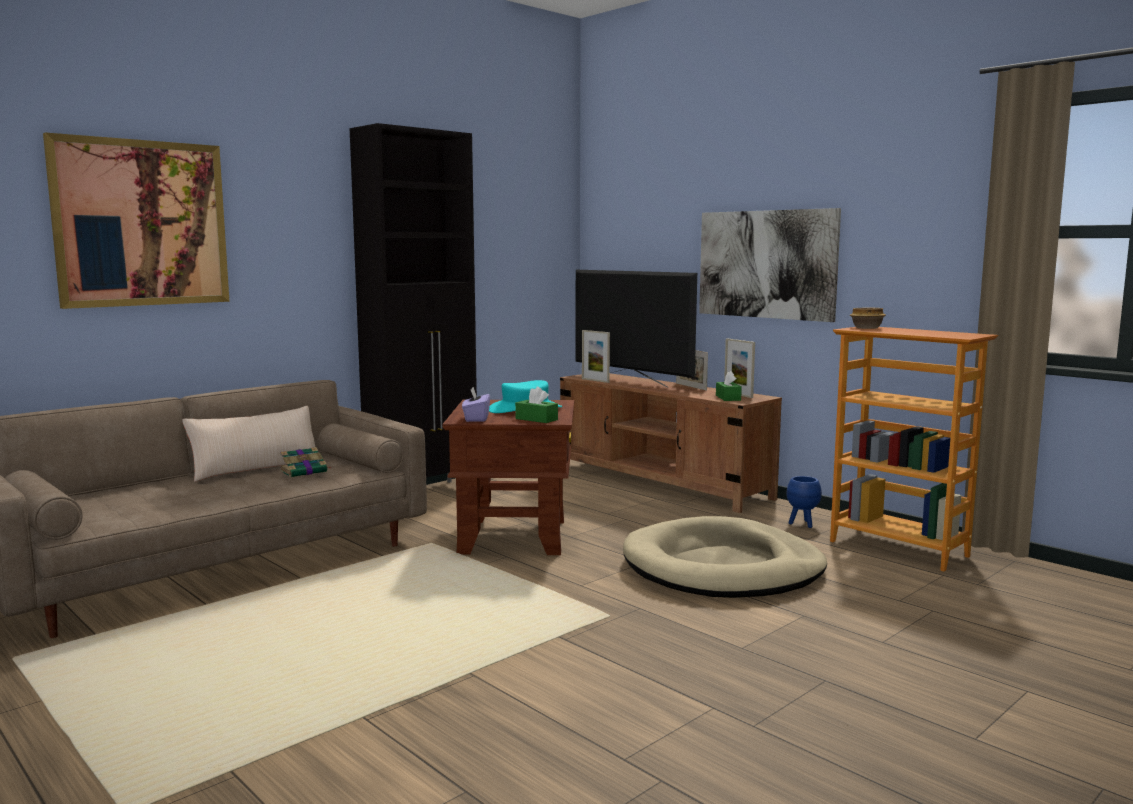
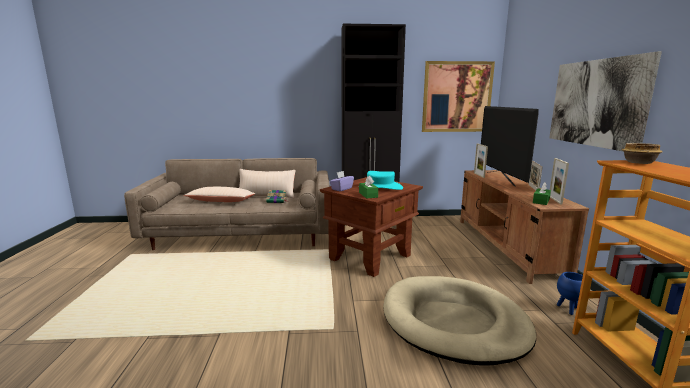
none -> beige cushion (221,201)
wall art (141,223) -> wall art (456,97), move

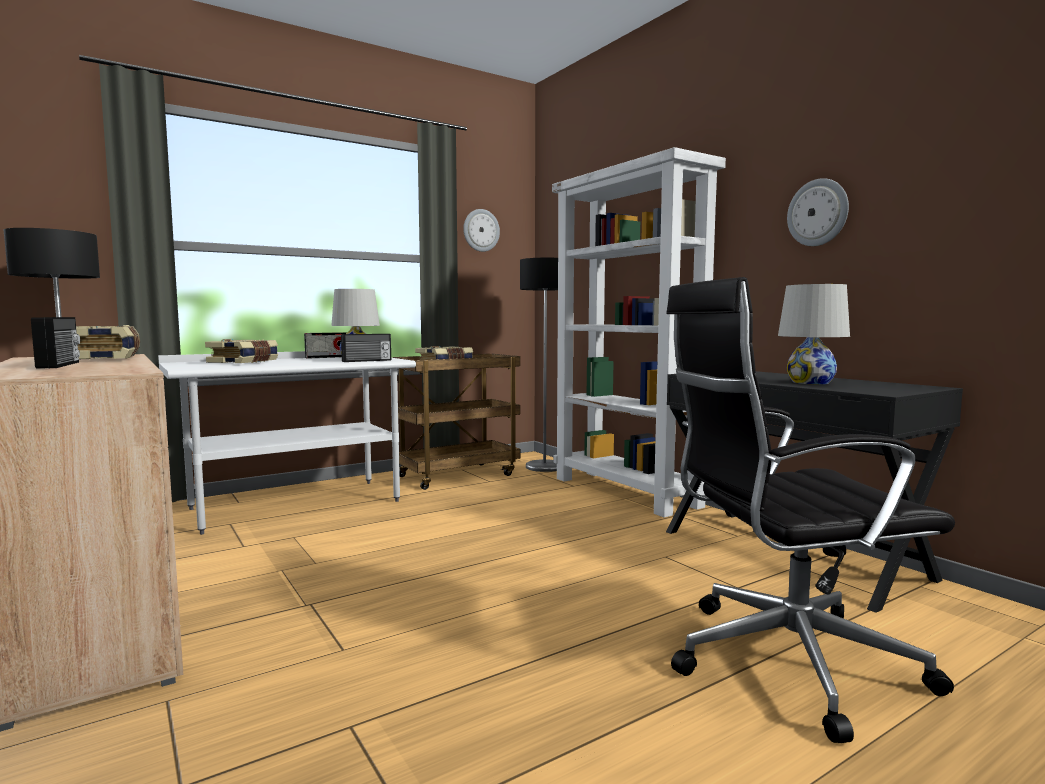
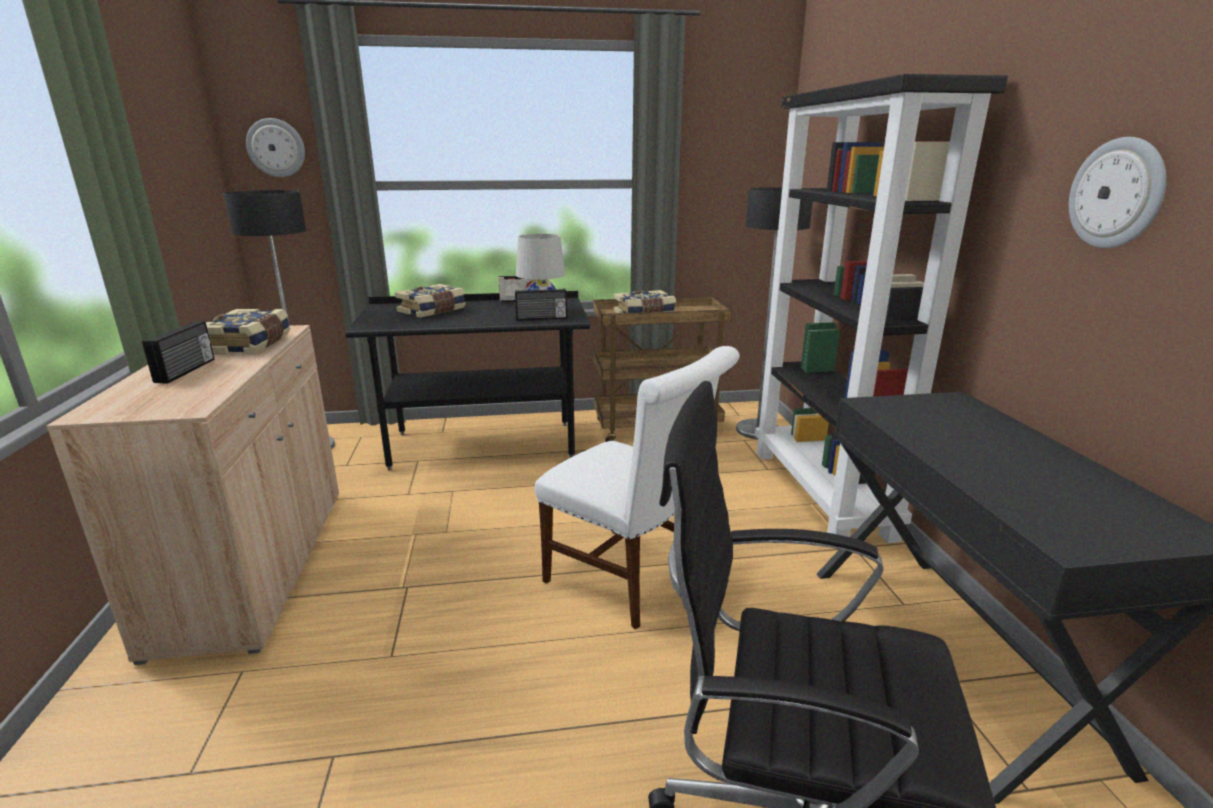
wall clock (481,230) -> wall clock (276,148), move
white-coloured desk (296,505) -> blackish desk (483,445)
none -> white-coloured upright chair (631,579)
white-coloured bookshelf (626,492) -> blackish bookshelf (822,493)
white-coloured tabletop lamp (810,382) -> none

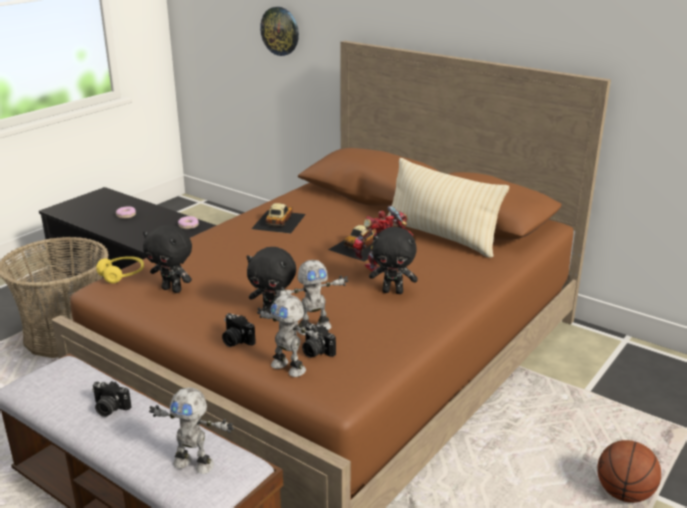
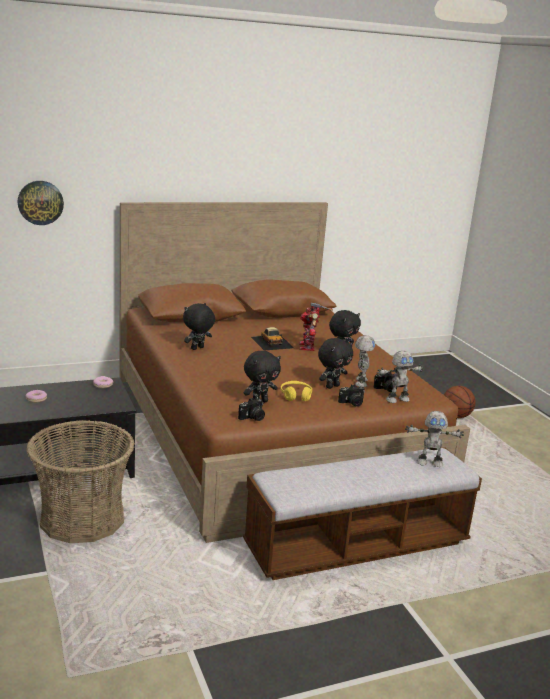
model car (278,221) -> blackish plush toy (197,348)
photo camera (109,408) -> photo camera (252,418), move
yellowish headset (122,275) -> yellowish headset (296,395), move
toy robot (194,463) -> toy robot (429,462), 45 degrees clockwise
beige cushion (441,237) -> none

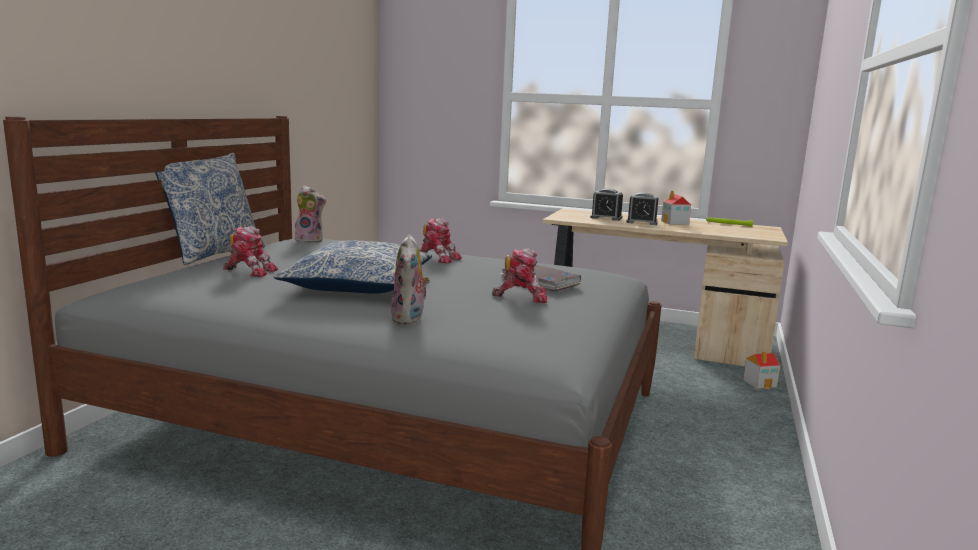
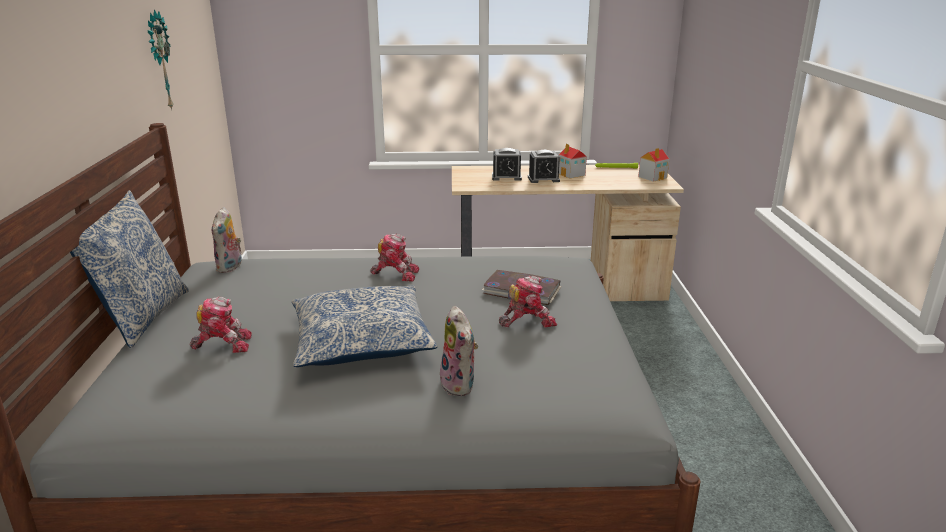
none -> wall clock (158,61)
plush toy (310,240) -> plush toy (230,267), 105 degrees clockwise
toy house (760,383) -> toy house (653,177), move

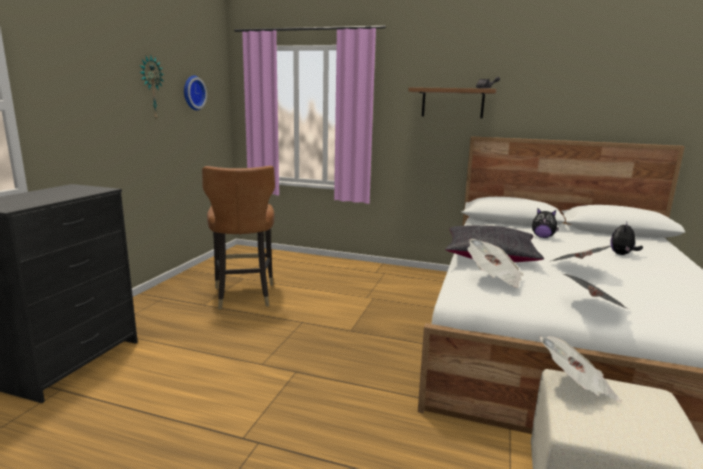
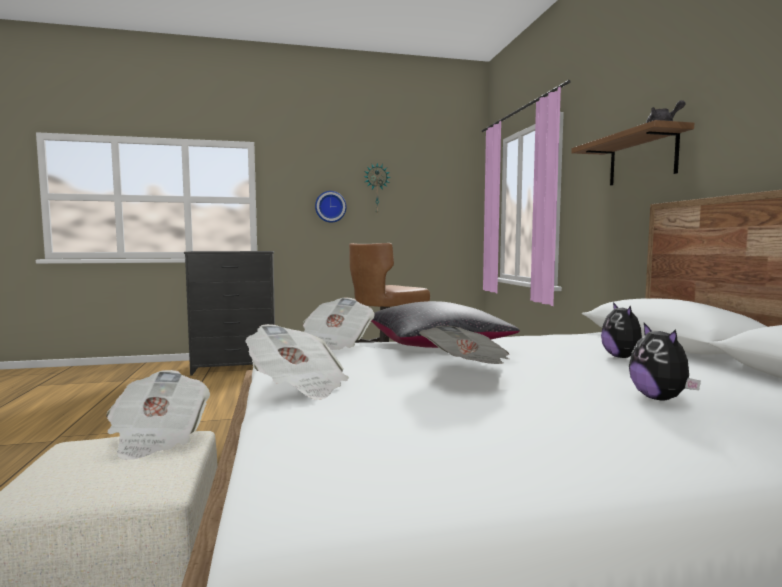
wall clock (192,93) -> wall clock (330,206), move
plush toy (622,254) -> plush toy (660,398), 105 degrees counterclockwise

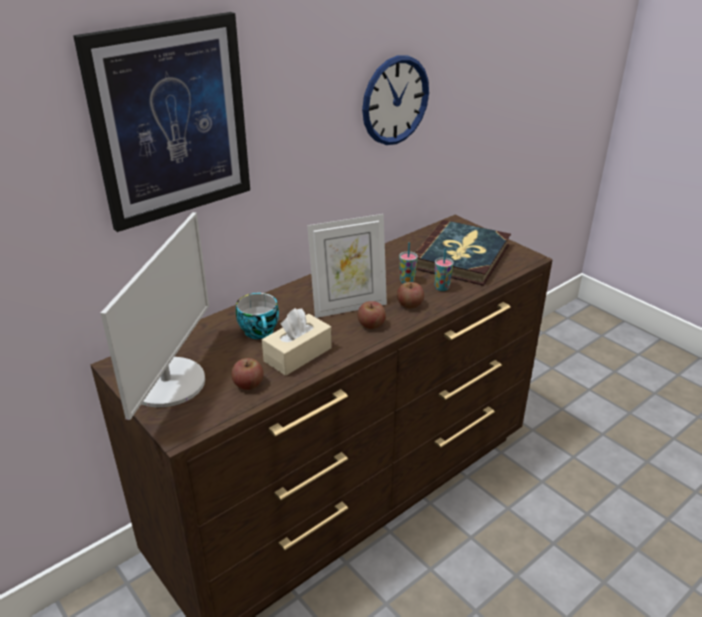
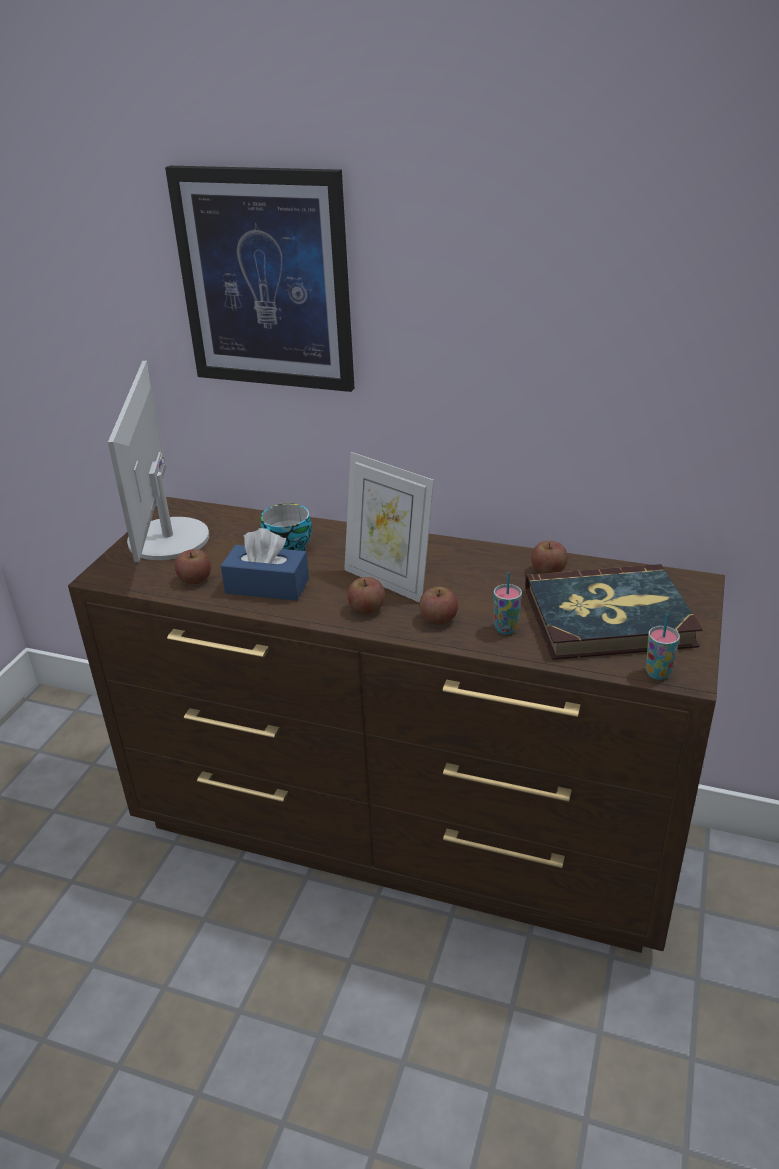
monitor (168,382) -> monitor (167,540), 105 degrees clockwise
beige tissue holder (298,354) -> bluish tissue holder (267,586)
none -> apple fruit (548,571)
small cup (407,281) -> small cup (657,673), move
wall clock (395,100) -> none

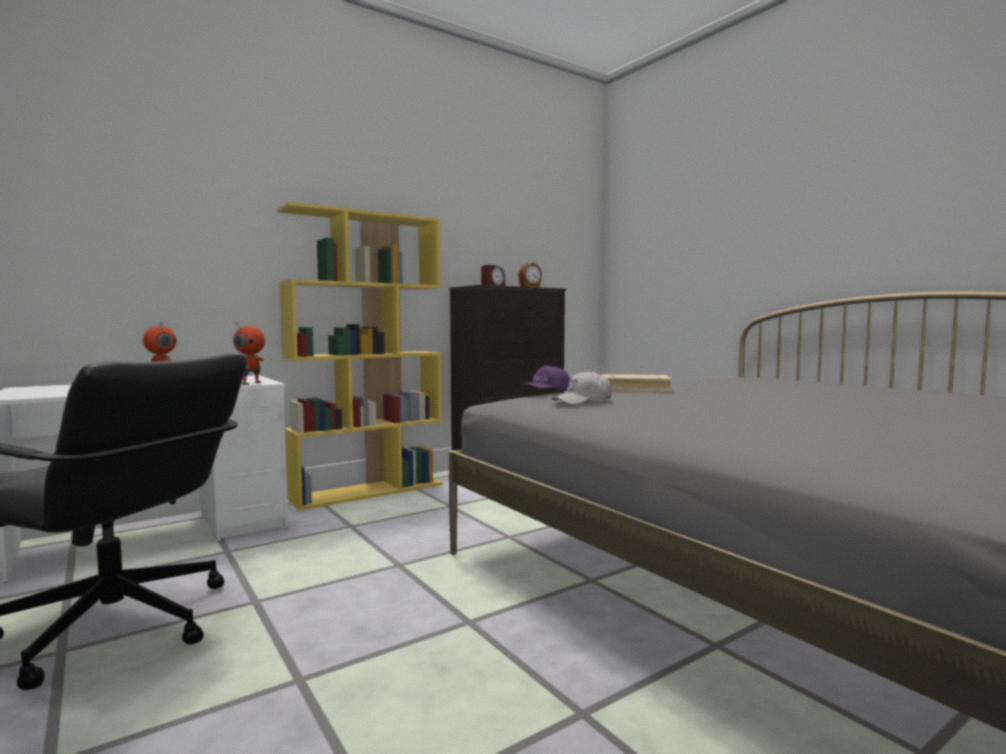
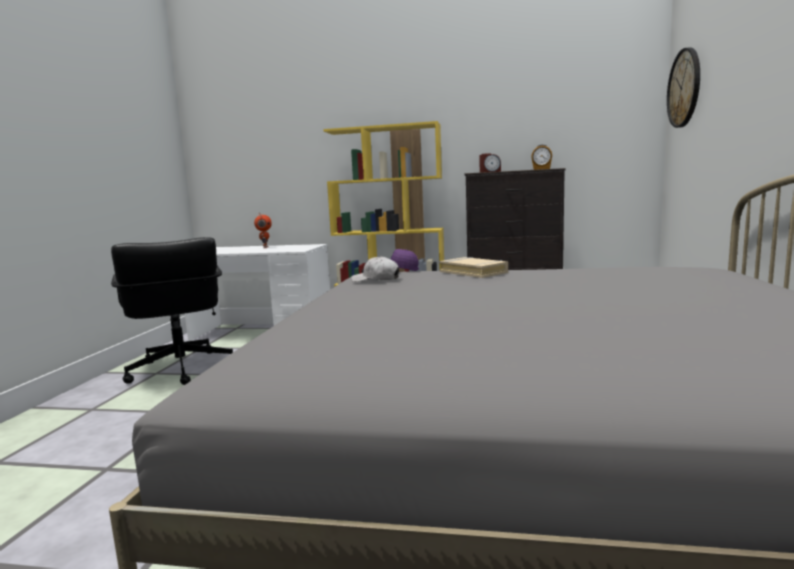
none -> wall clock (684,88)
toy robot (250,383) -> none

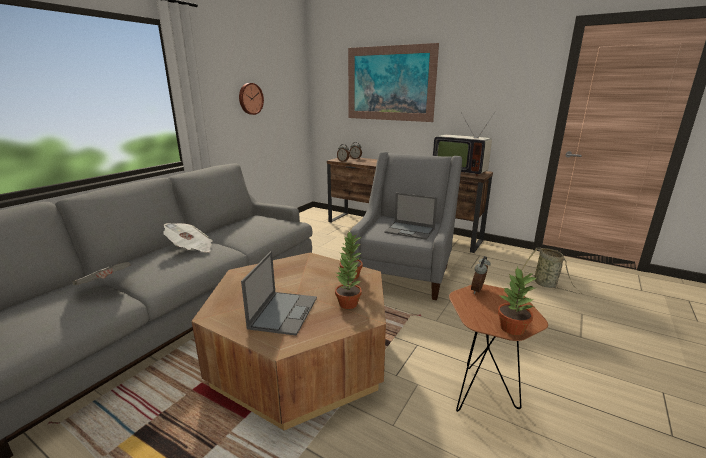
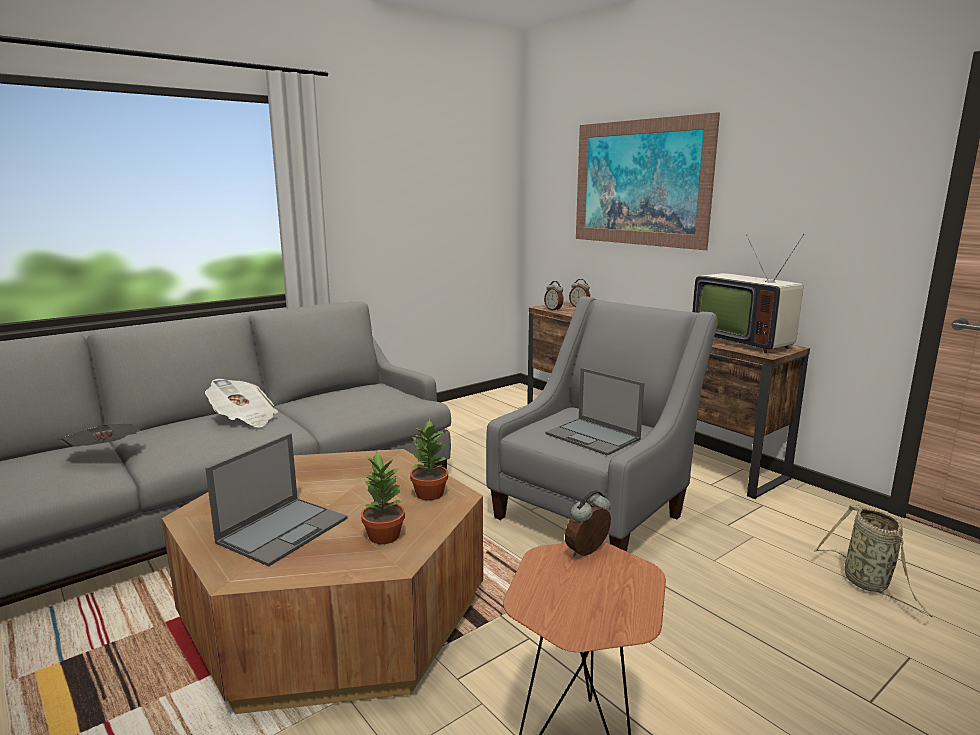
wall clock (250,98) -> none
plant in a pot (512,328) -> none

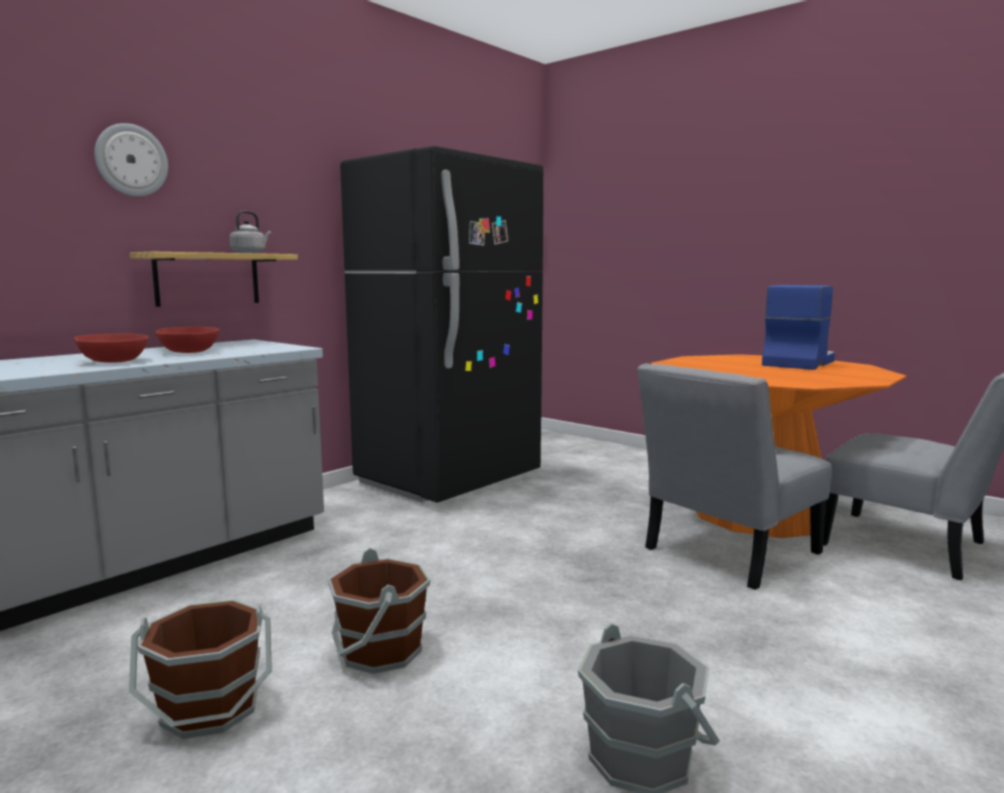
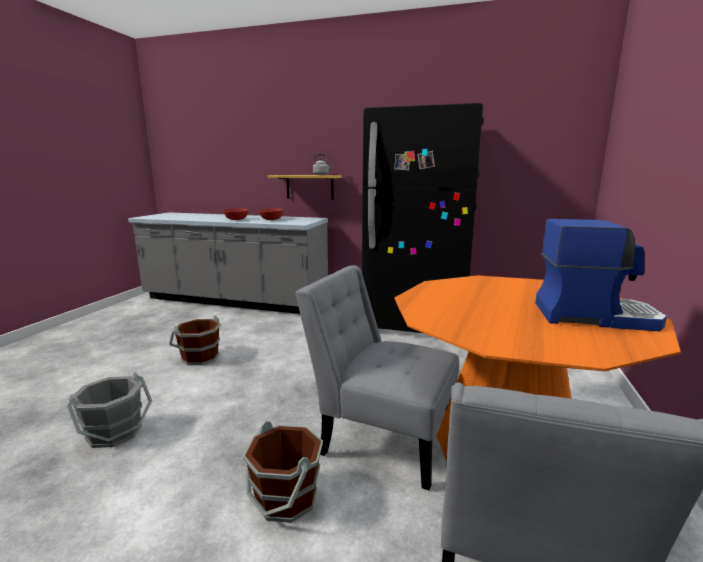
brown-coloured pail (210,709) -> brown-coloured pail (285,498), move
wall clock (131,160) -> none

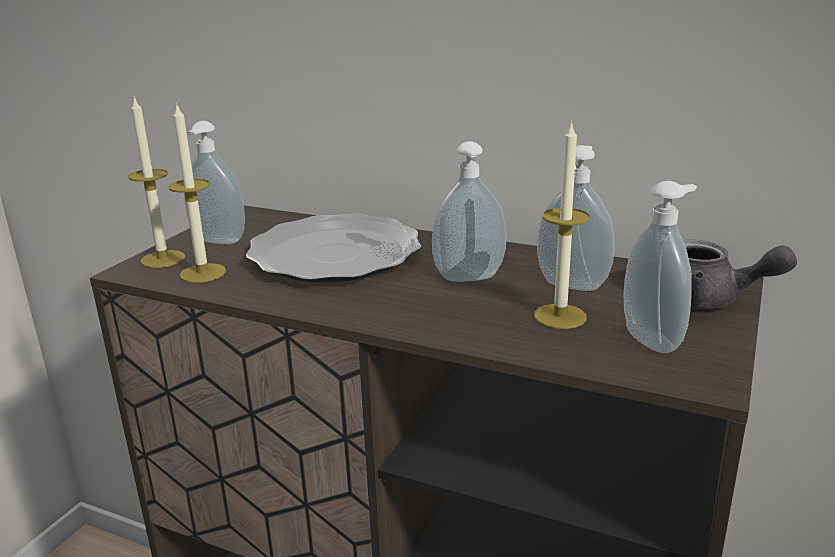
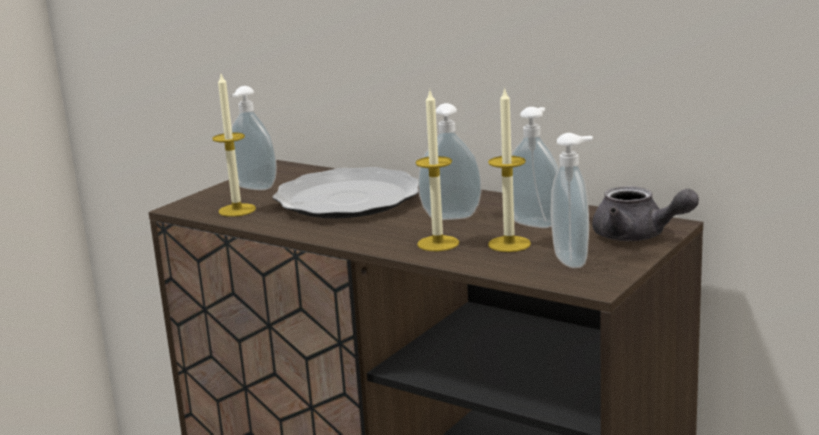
wax light (163,259) -> wax light (438,243), move

